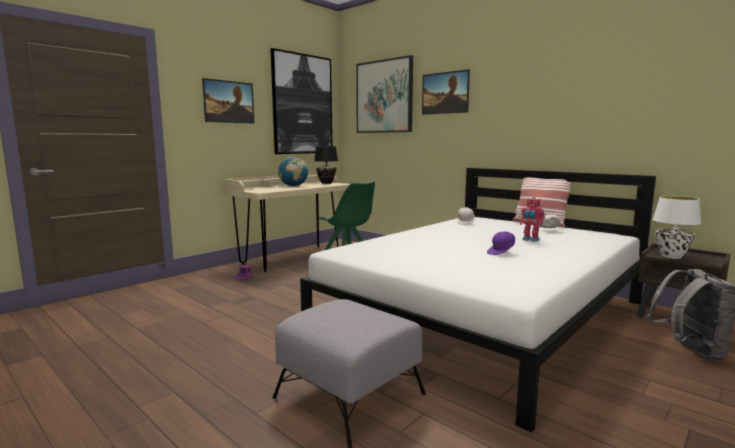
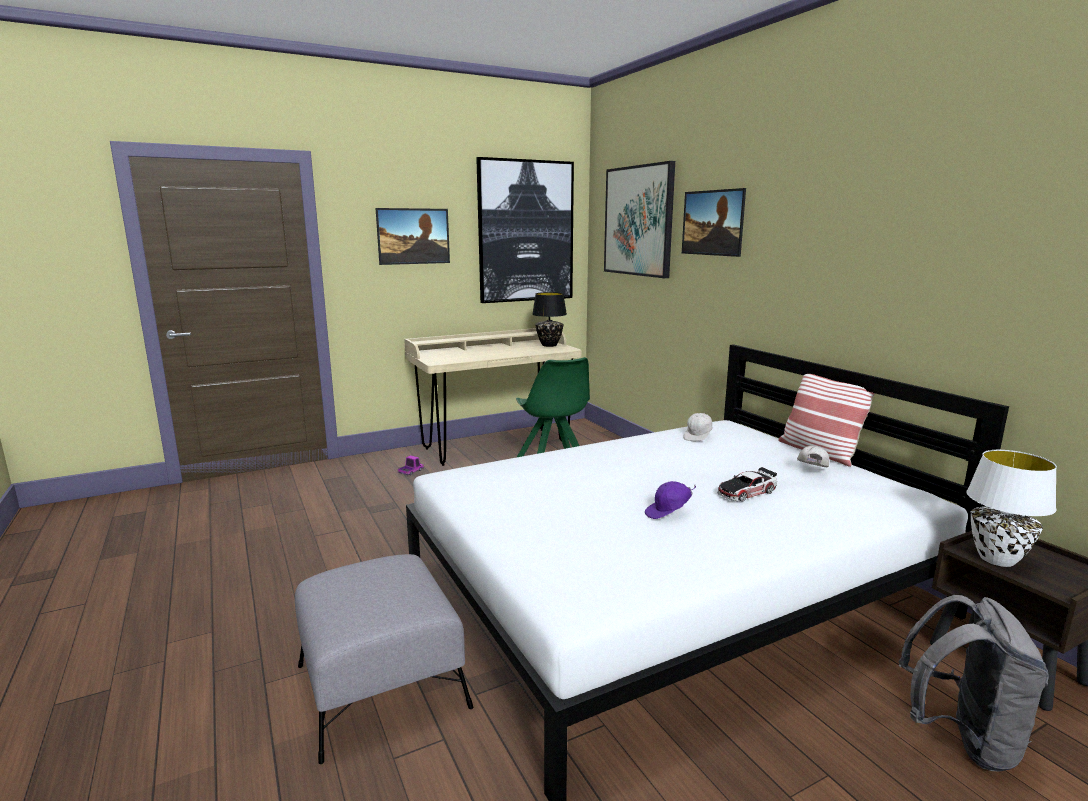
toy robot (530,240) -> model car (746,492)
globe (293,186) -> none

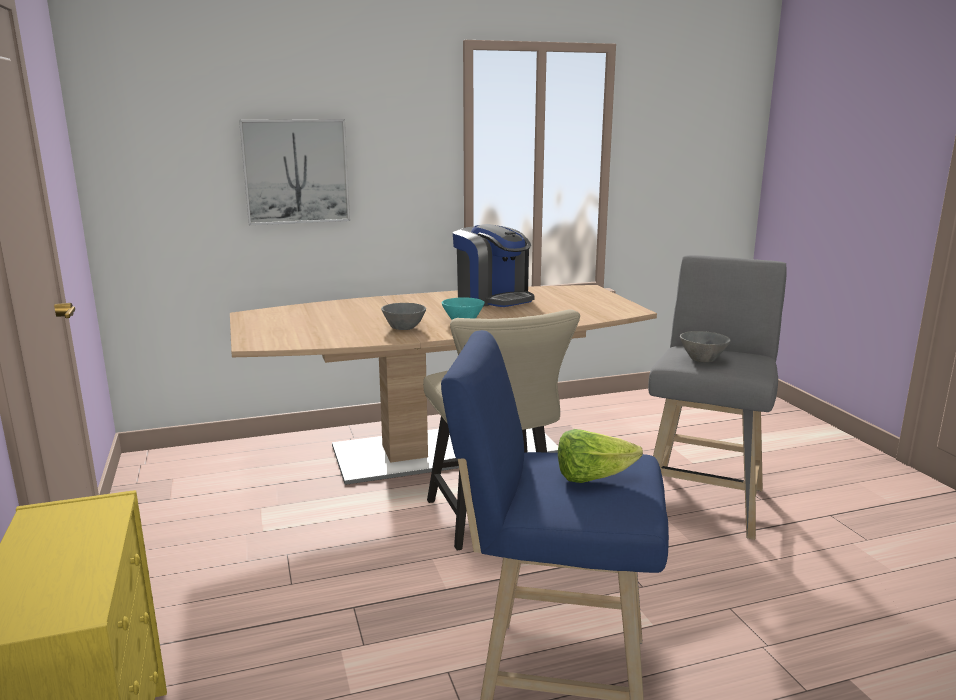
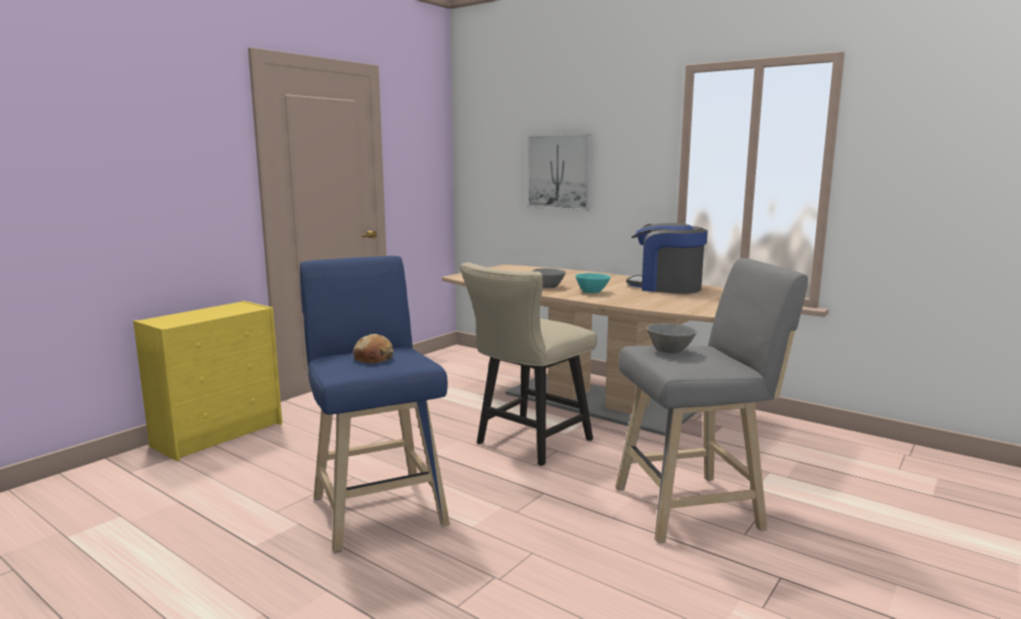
head of lettuce (592,477) -> baked bread (374,358)
coffee maker (493,298) -> coffee maker (666,287), 105 degrees clockwise

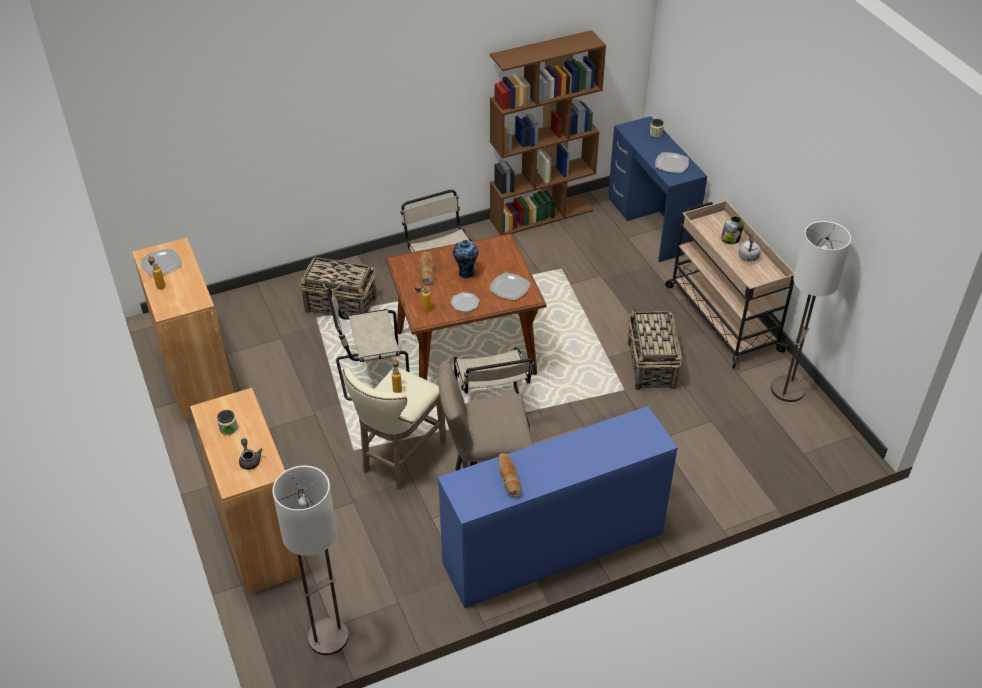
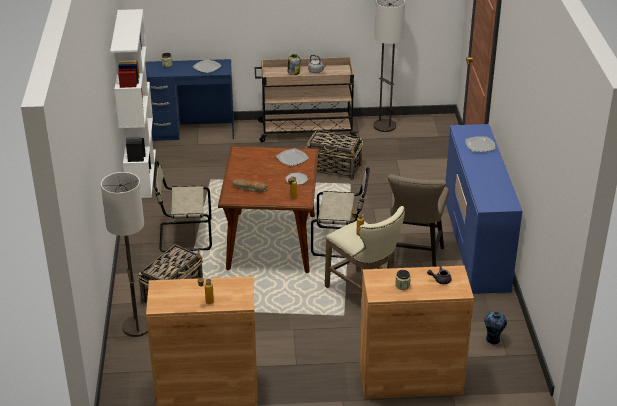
floor lamp (328,637) -> floor lamp (136,327), move
brown-coloured bookshelf (542,215) -> white-coloured bookshelf (141,173)
flat dish (161,264) -> flat dish (480,145), move
decorative vase (465,273) -> decorative vase (493,340), move
beige upright chair (369,374) -> none
baked bread (508,478) -> none

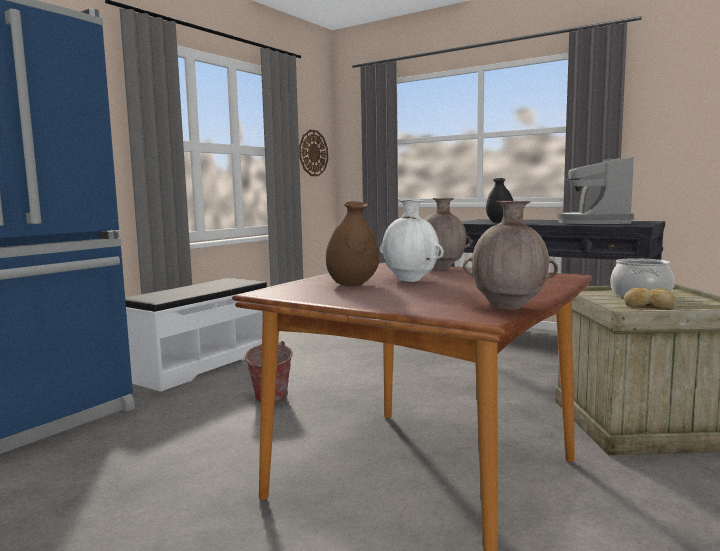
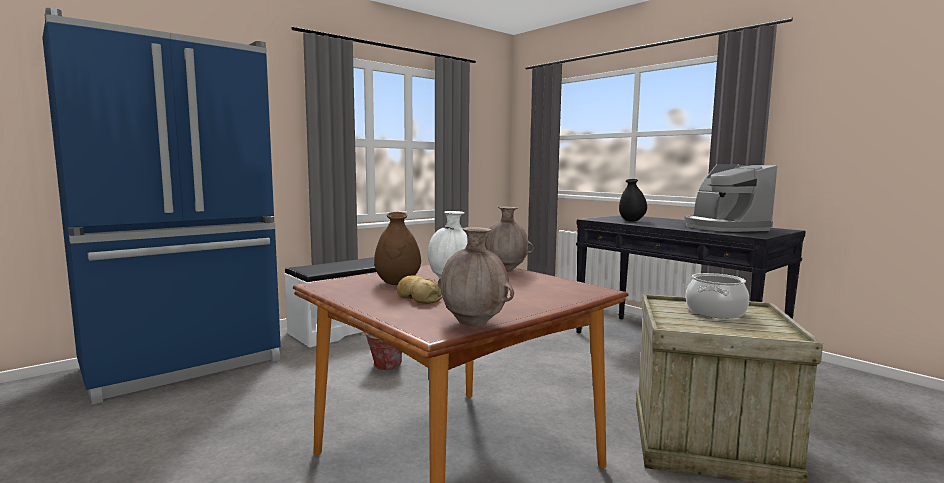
baked bread (648,306) -> baked bread (419,298), move
coffee maker (594,222) -> coffee maker (723,227), 45 degrees counterclockwise
wall clock (313,153) -> none

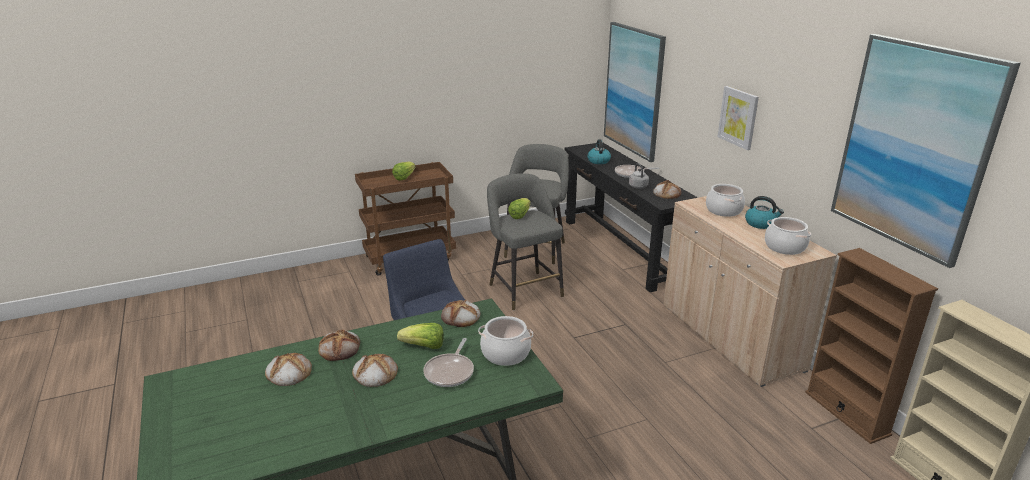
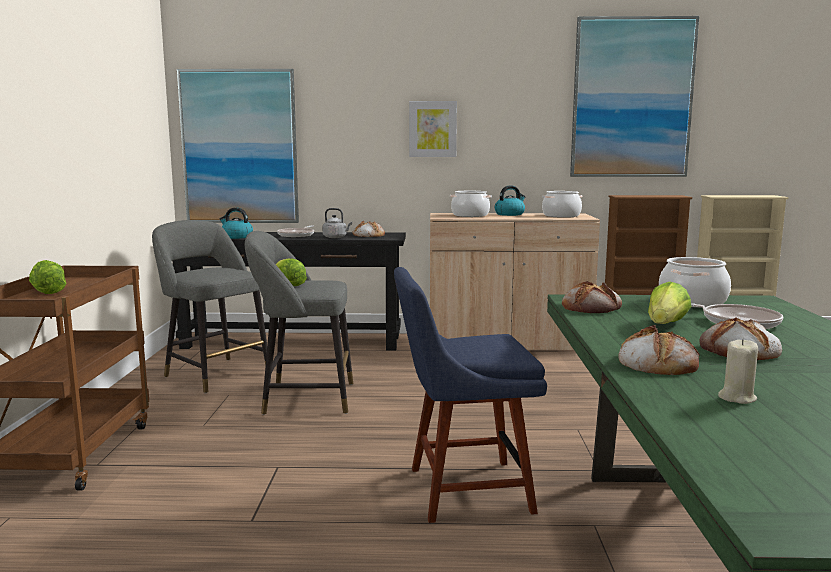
baked bread (288,373) -> beige wax light (736,397)

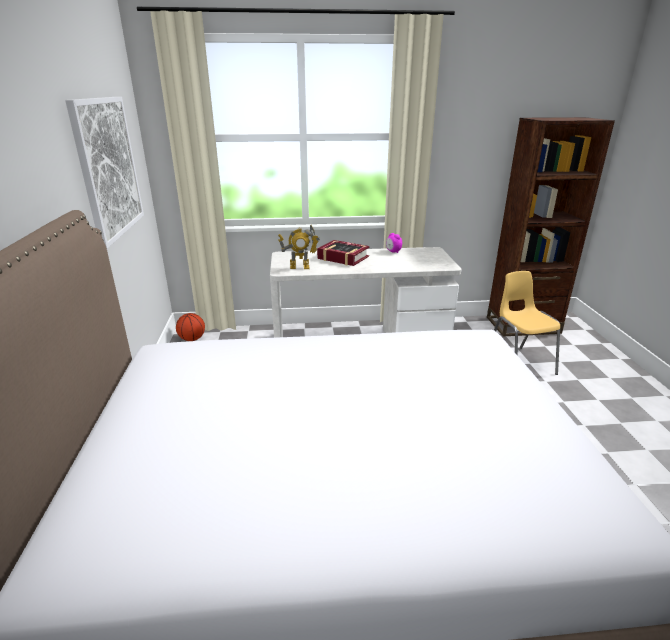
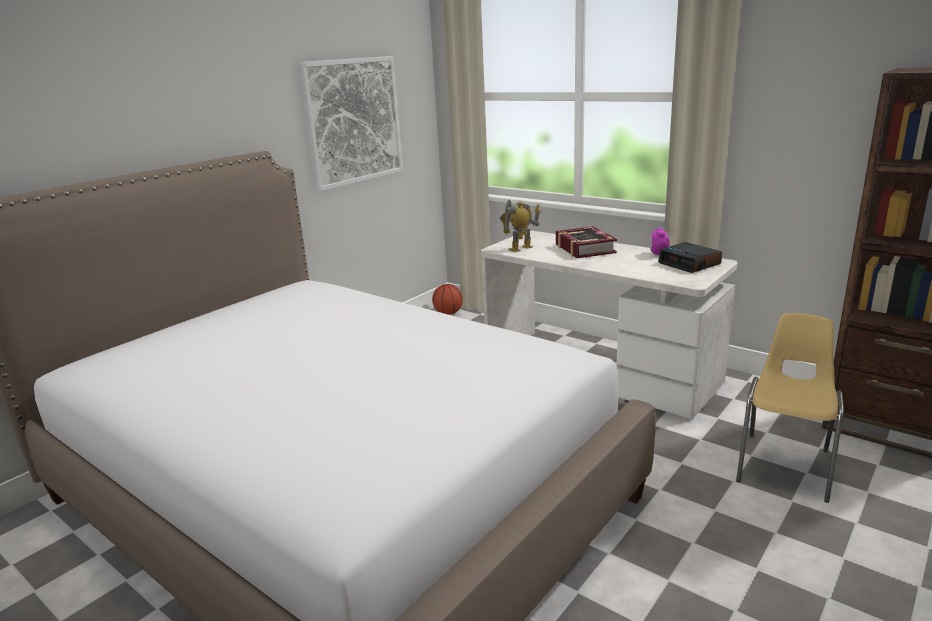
toy robot (300,267) -> toy robot (520,248), 105 degrees clockwise
none -> table clock (690,264)

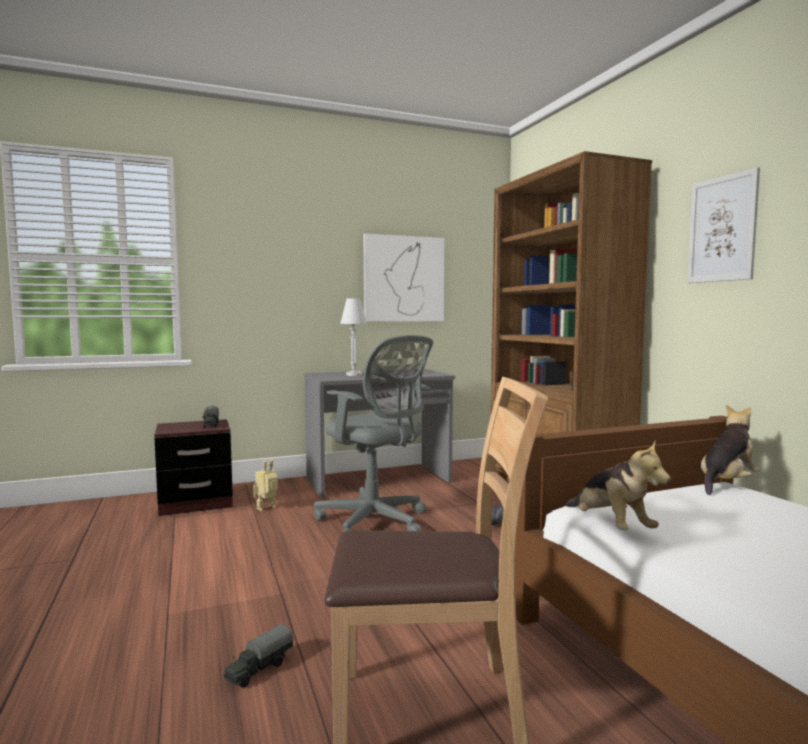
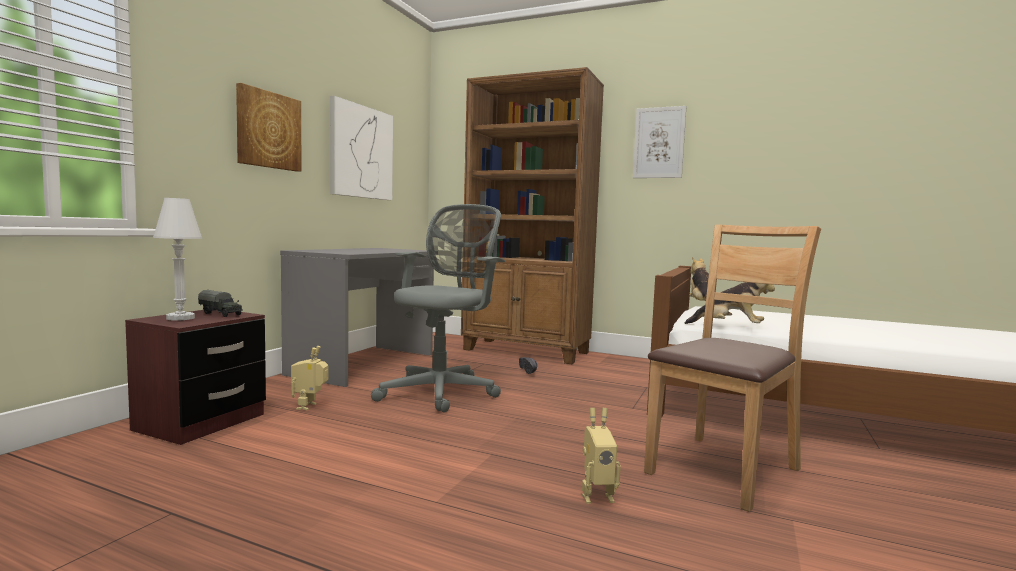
white-coloured tabletop lamp (354,375) -> white-coloured tabletop lamp (180,318), move
none -> wall art (268,130)
grey computer chair (376,522) -> grey computer chair (442,392), 60 degrees counterclockwise
toy truck (258,670) -> toy robot (596,496)

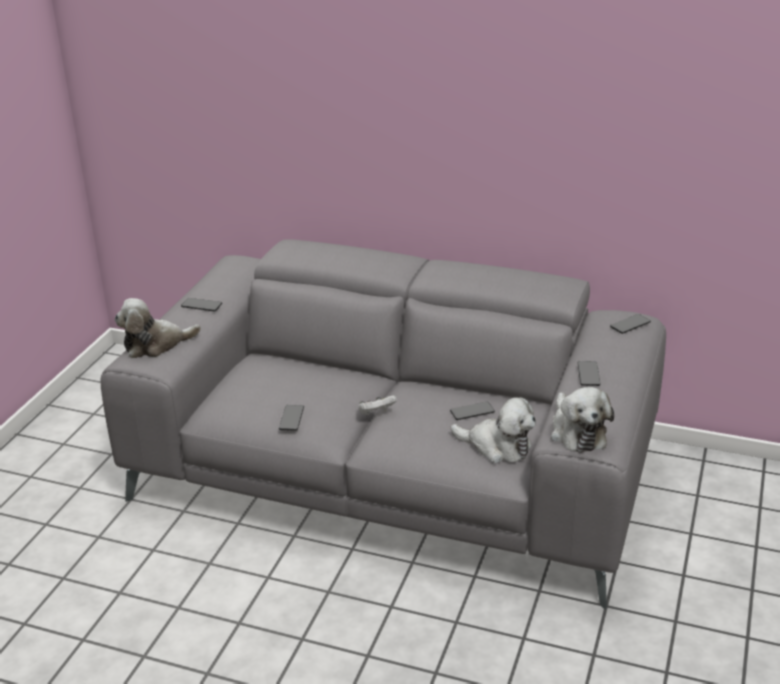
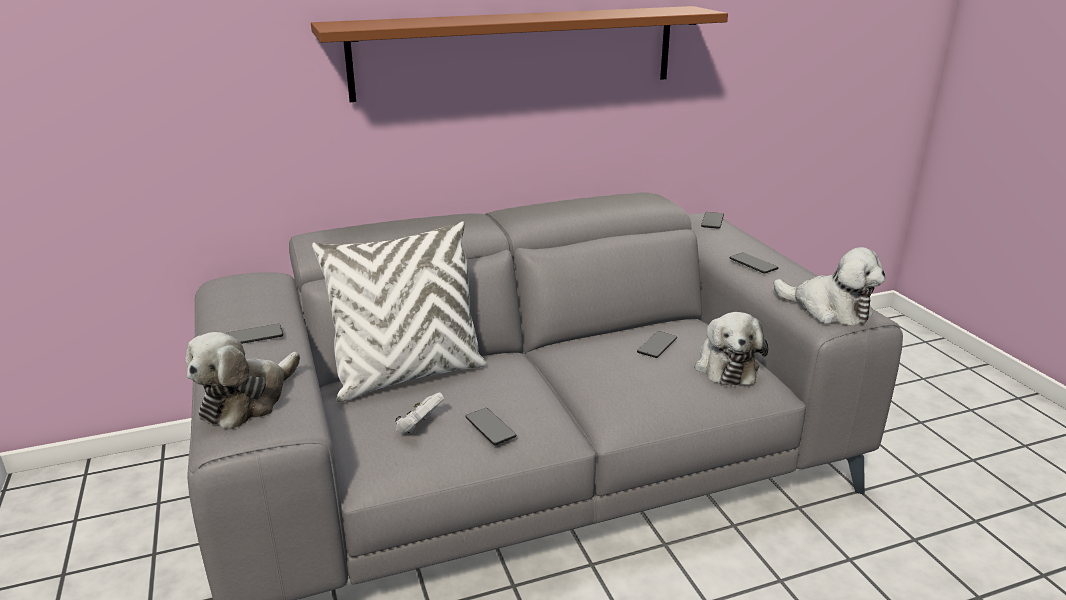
none -> brown-coloured shelf (517,52)
none -> white-coloured cushion (408,375)
white-coloured joypad (376,413) -> white-coloured joypad (419,426), move
plush toy (497,446) -> plush toy (725,366), 105 degrees clockwise

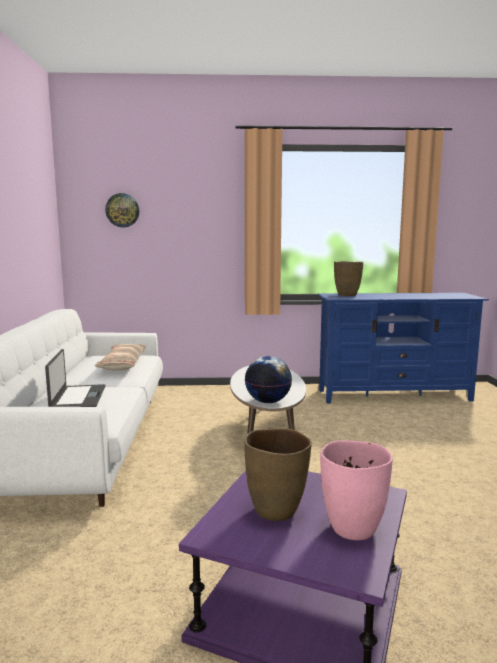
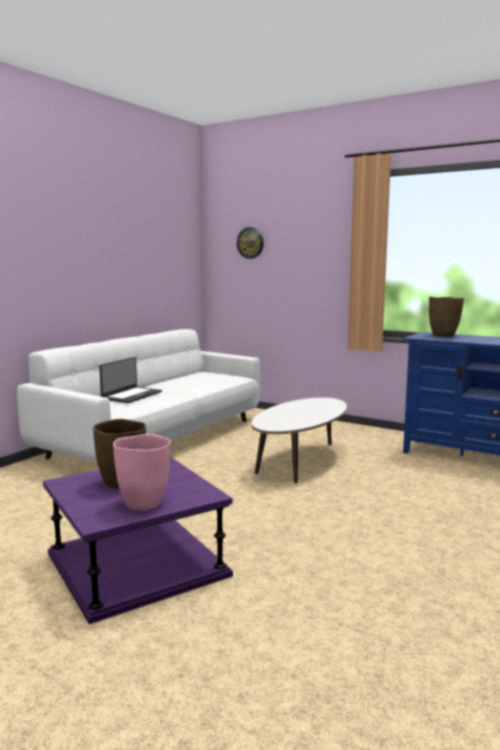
cushion (122,365) -> none
globe (268,401) -> none

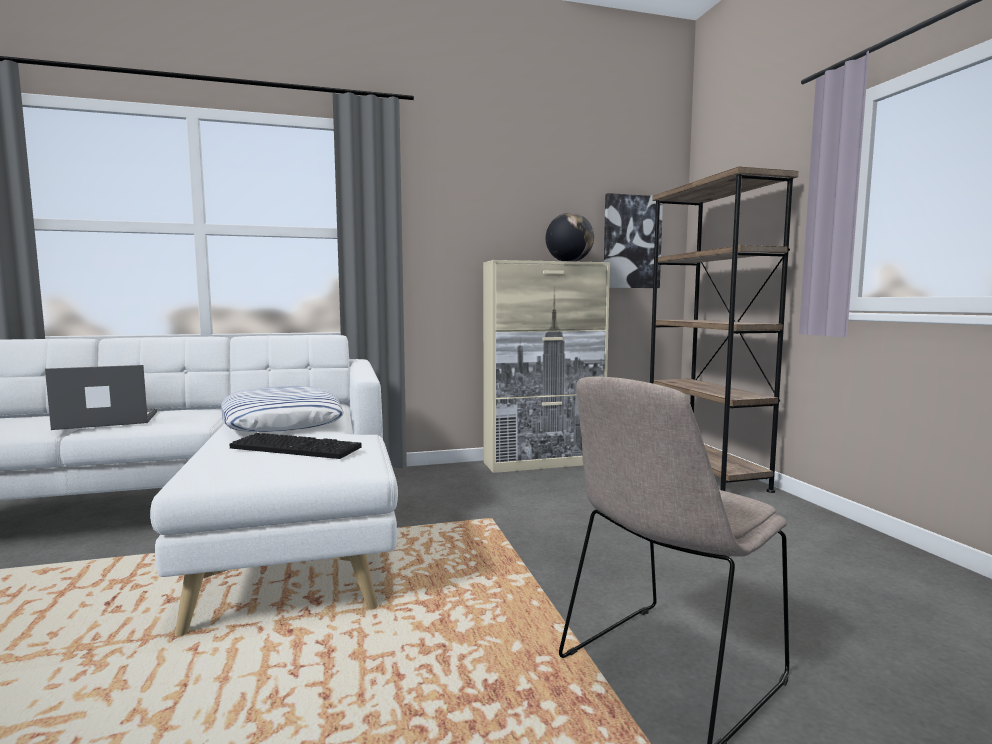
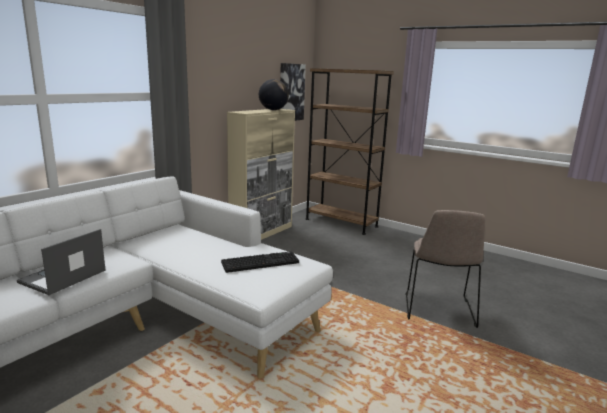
cushion (282,420) -> none

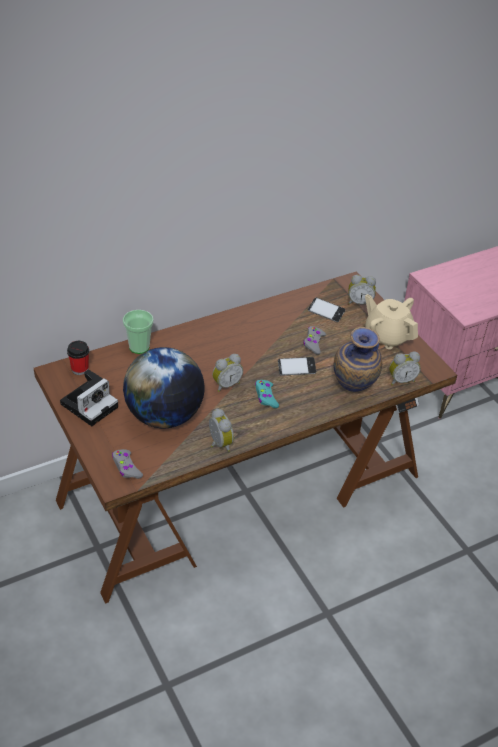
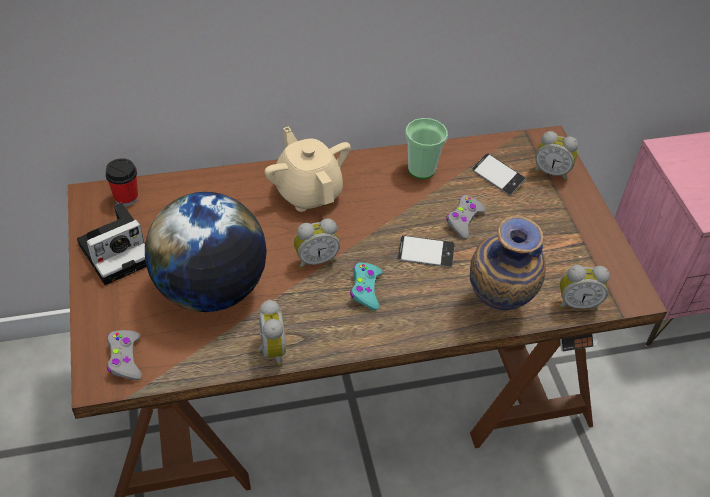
beige tea pot (387,336) -> beige tea pot (308,192), move
small cup (139,347) -> small cup (421,169), move

